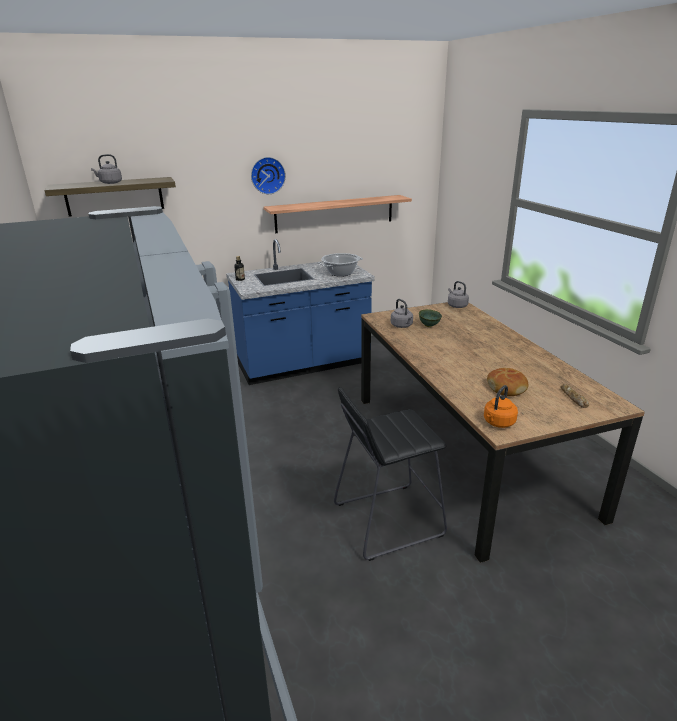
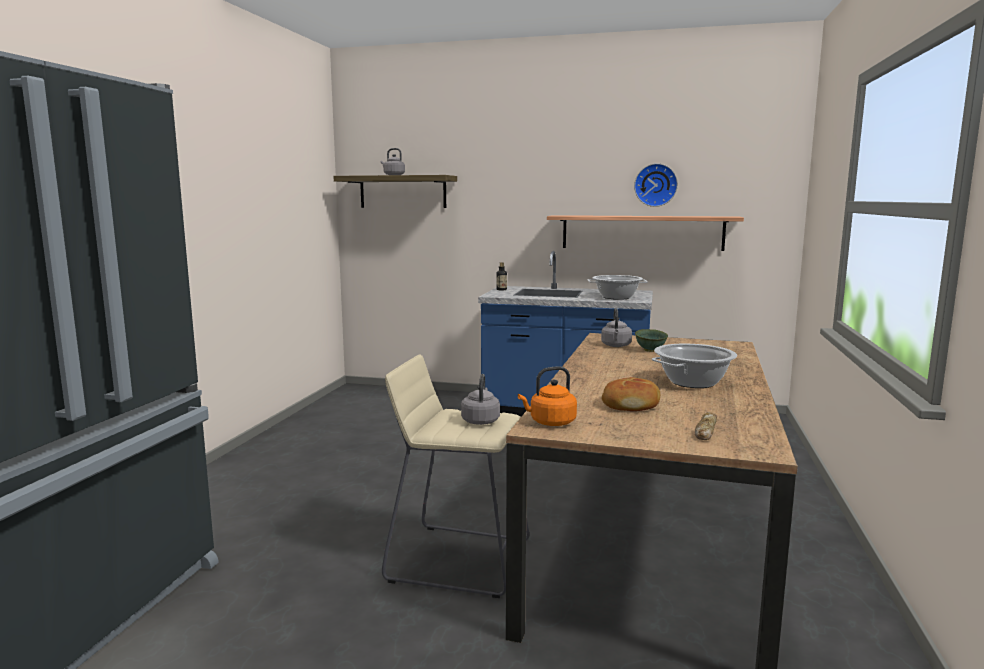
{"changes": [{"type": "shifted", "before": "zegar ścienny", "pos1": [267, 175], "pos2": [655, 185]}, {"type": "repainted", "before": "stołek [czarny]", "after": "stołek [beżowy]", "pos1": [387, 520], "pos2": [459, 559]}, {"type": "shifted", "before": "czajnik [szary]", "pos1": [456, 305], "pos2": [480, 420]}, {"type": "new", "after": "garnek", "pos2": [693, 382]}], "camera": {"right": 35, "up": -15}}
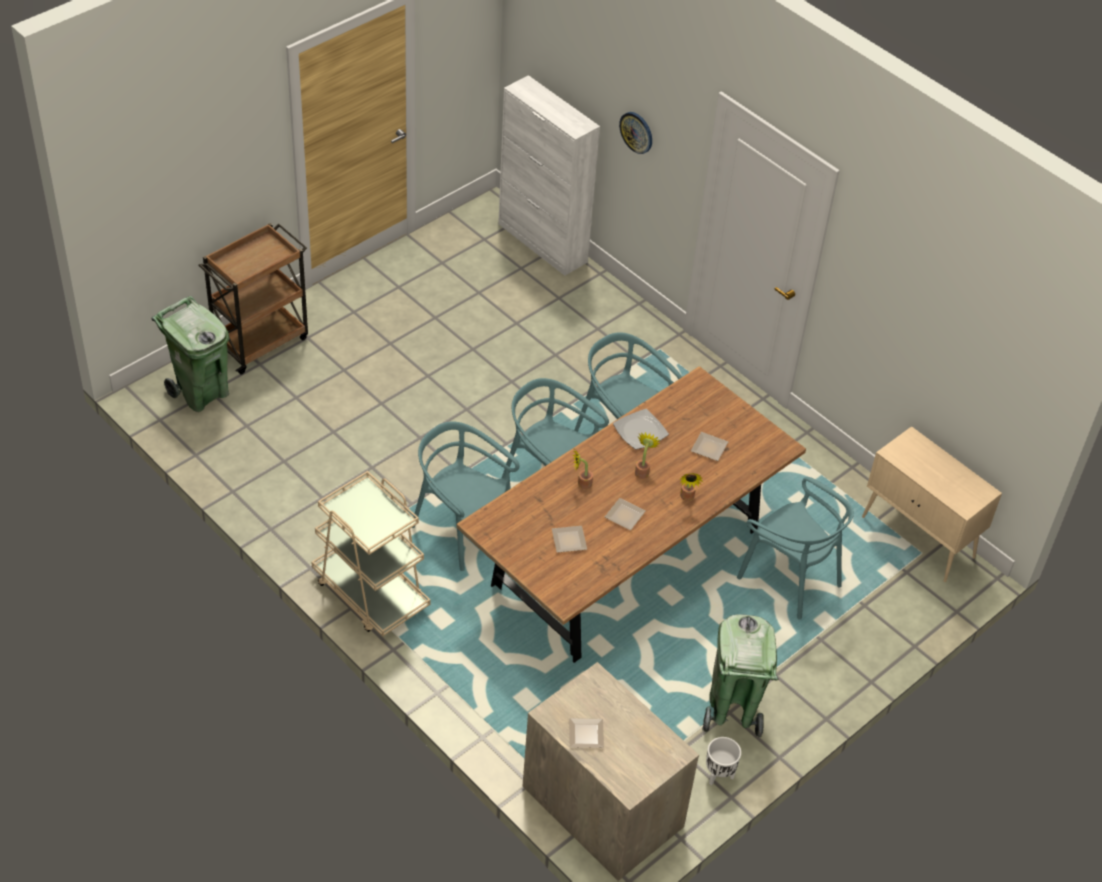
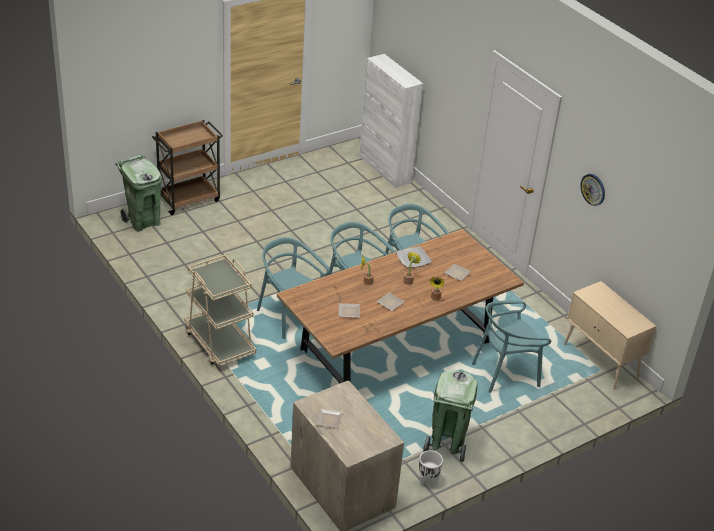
{"changes": [{"type": "shifted", "before": "zegar ścienny", "pos1": [636, 132], "pos2": [593, 189]}, {"type": "rotated", "before": "krzesło [turkusowy]", "pos1": [790, 579], "pos2": [505, 373], "turn": 105}], "camera": {"right": 10, "up": -10}}
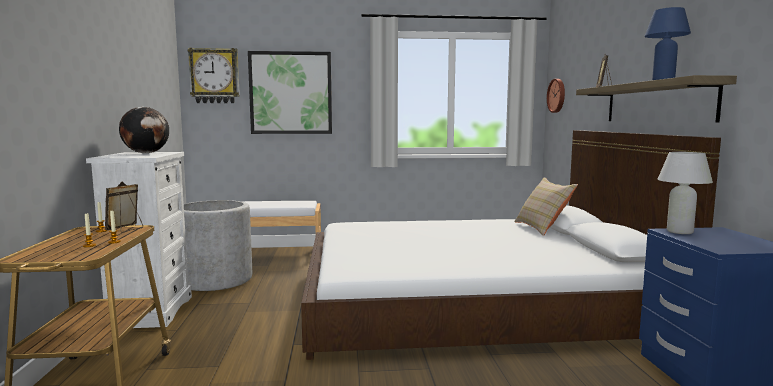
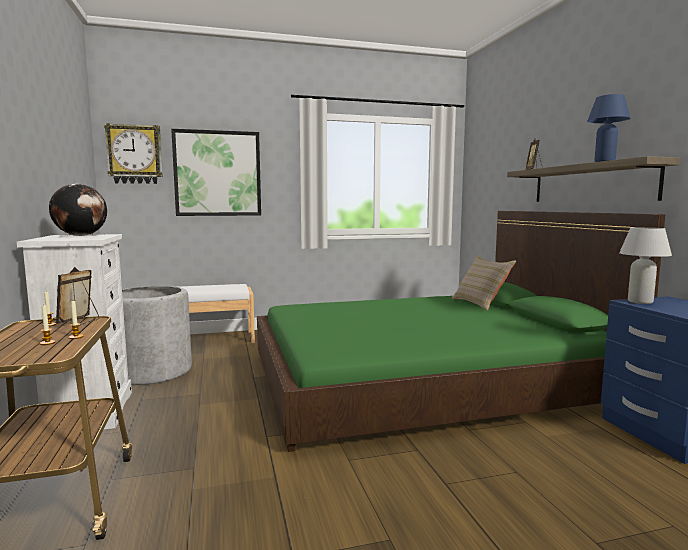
{"changes": [{"type": "repainted", "before": "łóżko [biały]", "after": "łóżko [zielony]", "pos1": [472, 300], "pos2": [425, 377]}, {"type": "gone", "before": "zegar ścienny", "pos1": [557, 95]}], "camera": {"right": -10, "up": 0}}
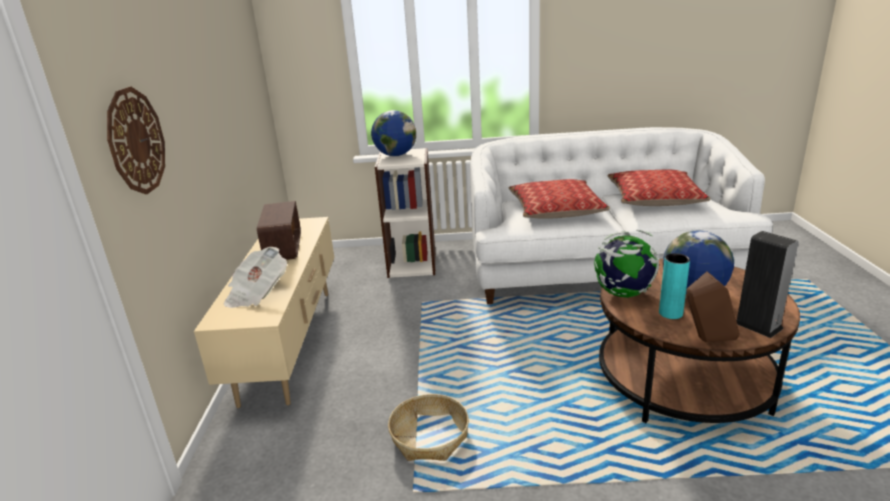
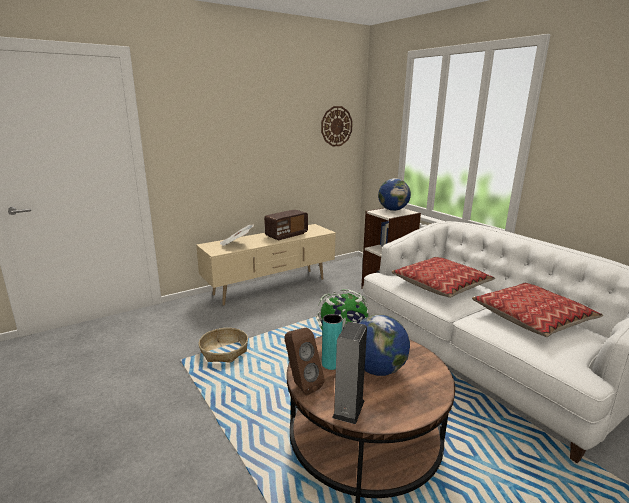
{"changes": [{"type": "shifted", "before": "zegar ścienny", "pos1": [136, 141], "pos2": [336, 126]}], "camera": {"right": 55, "up": -5}}
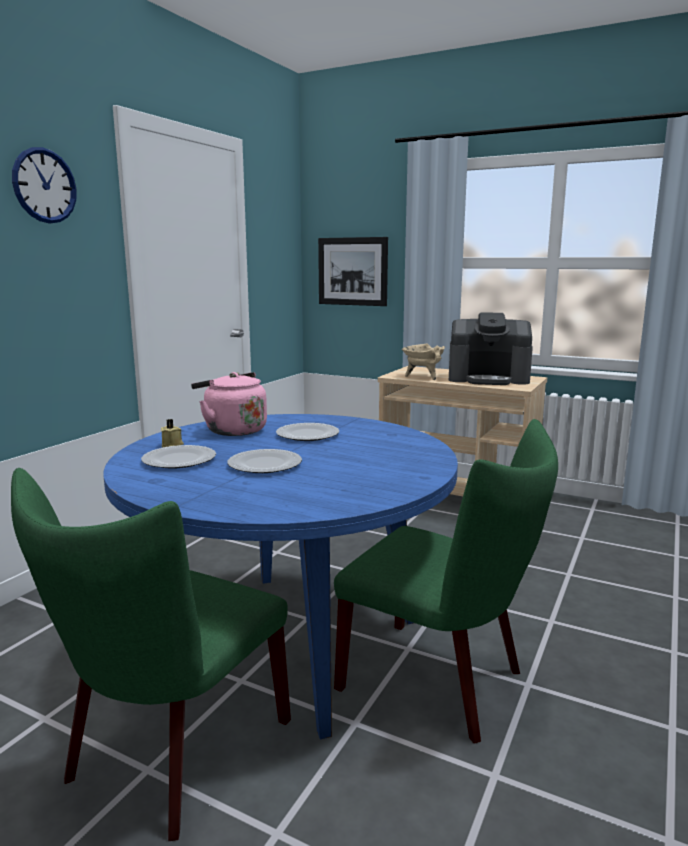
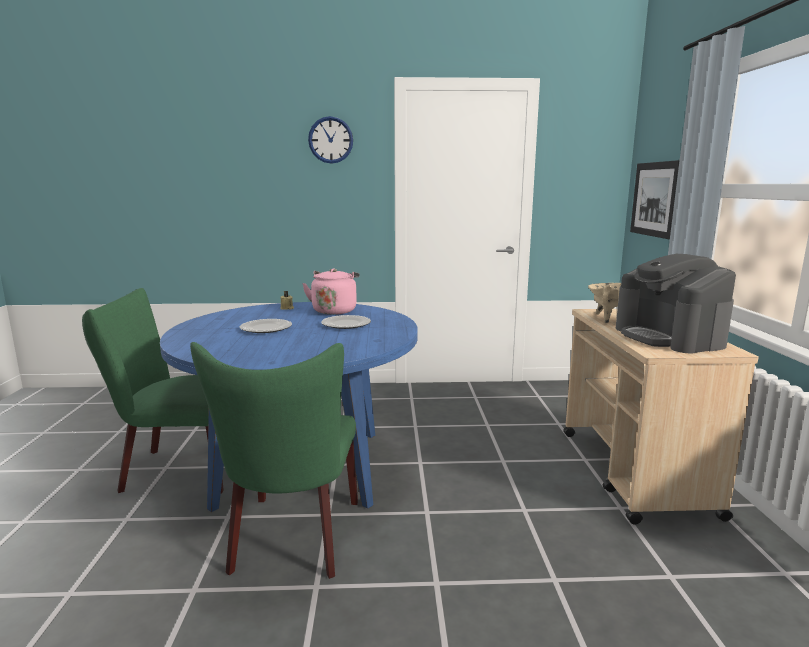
{"changes": [{"type": "gone", "before": "talerz", "pos1": [180, 460]}], "camera": {"right": 60, "up": 0}}
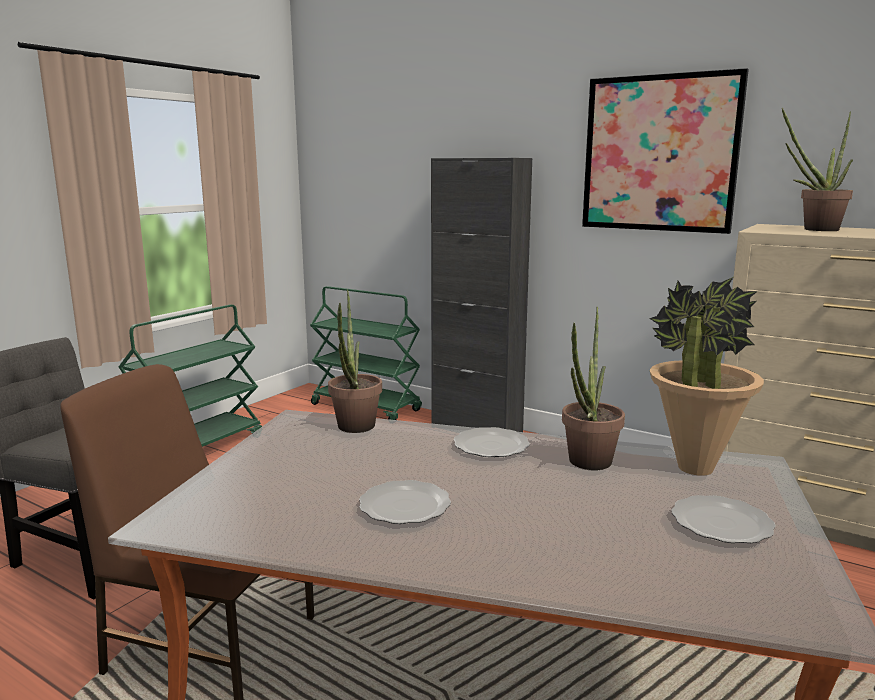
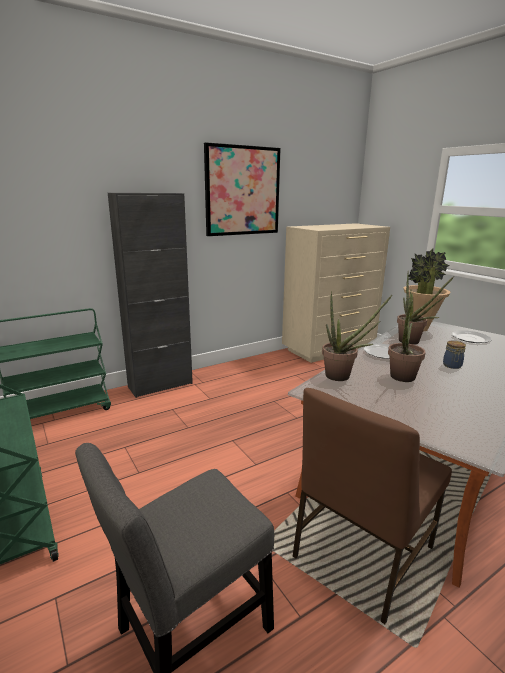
{"changes": [{"type": "gone", "before": "talerz", "pos1": [406, 506]}, {"type": "shifted", "before": "roślina doniczkowa", "pos1": [813, 229], "pos2": [401, 379]}, {"type": "new", "after": "słoik", "pos2": [452, 366]}], "camera": {"right": -65, "up": 5}}
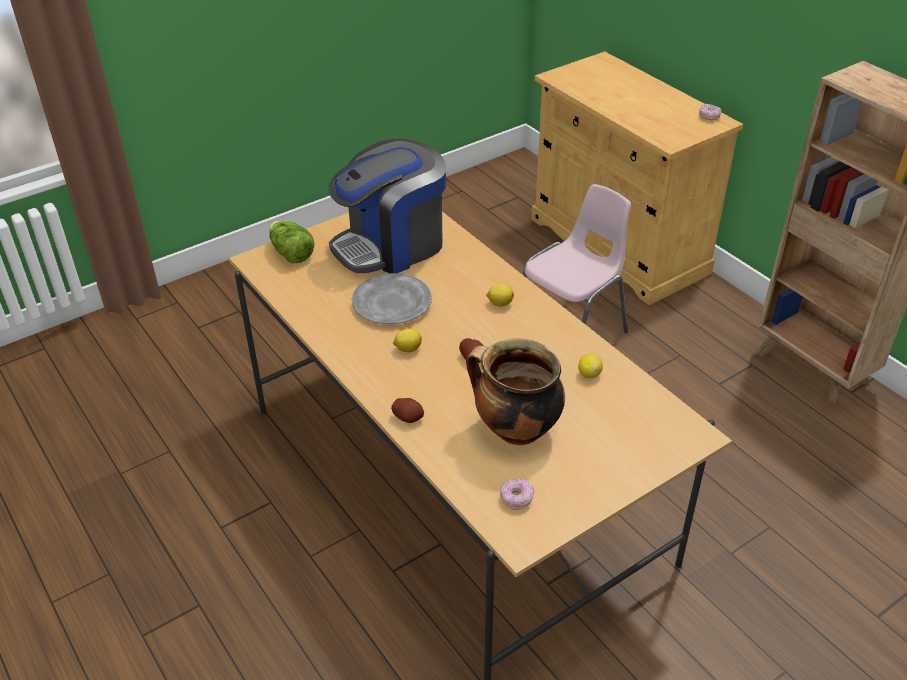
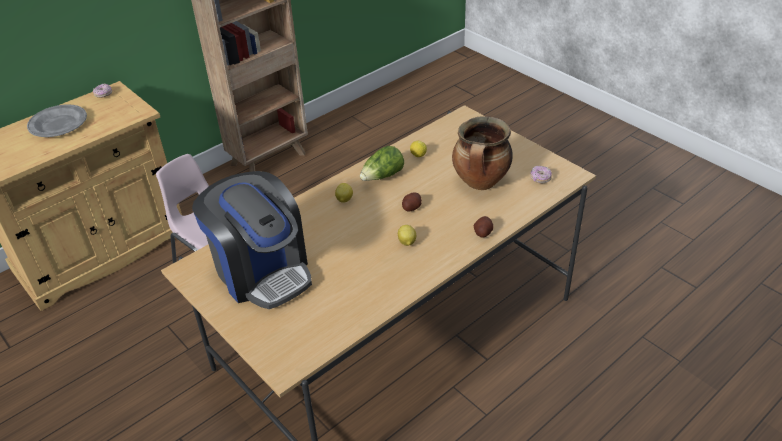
{"changes": [{"type": "shifted", "before": "sałata", "pos1": [291, 253], "pos2": [382, 176]}, {"type": "shifted", "before": "talerz [szary]", "pos1": [392, 303], "pos2": [59, 124]}], "camera": {"right": -95, "up": 0}}
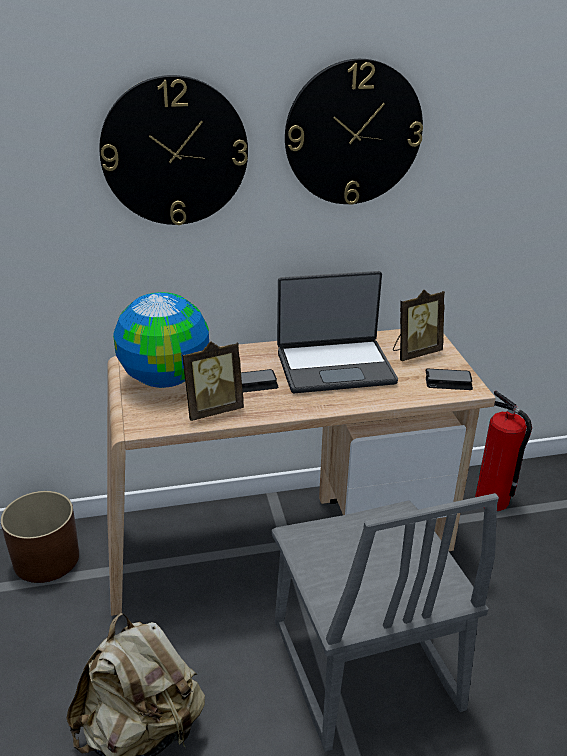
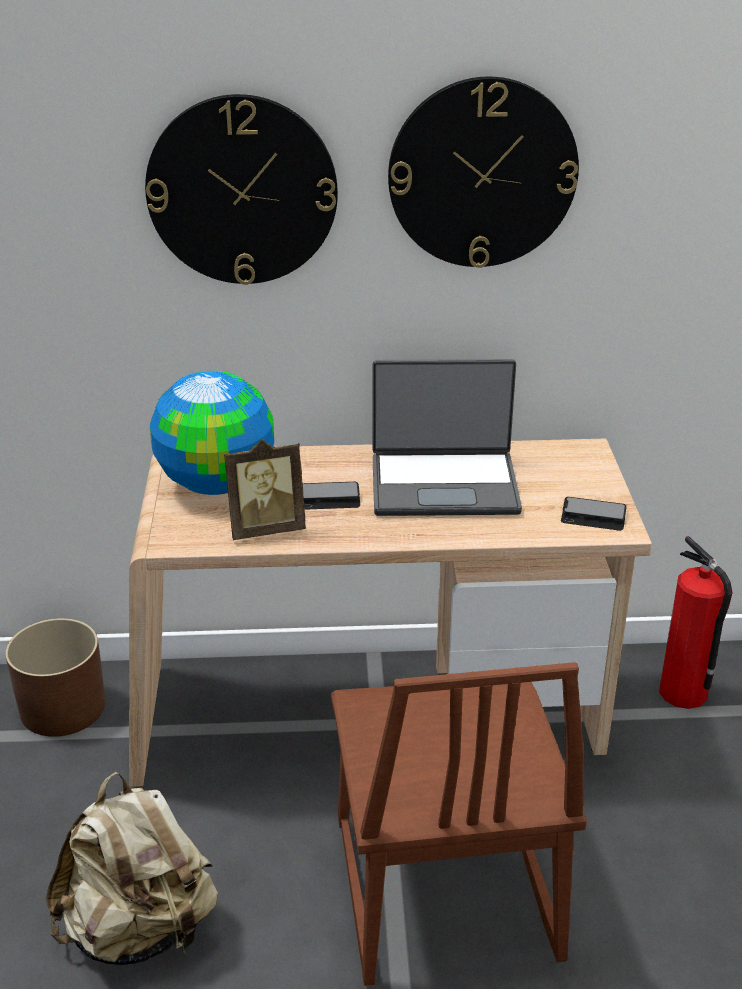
{"changes": [{"type": "repainted", "before": "krzesło [szary]", "after": "krzesło [brązowy]", "pos1": [362, 666], "pos2": [442, 889]}, {"type": "gone", "before": "ramka na zdjęcie", "pos1": [415, 352]}], "camera": {"right": 10, "up": 0}}
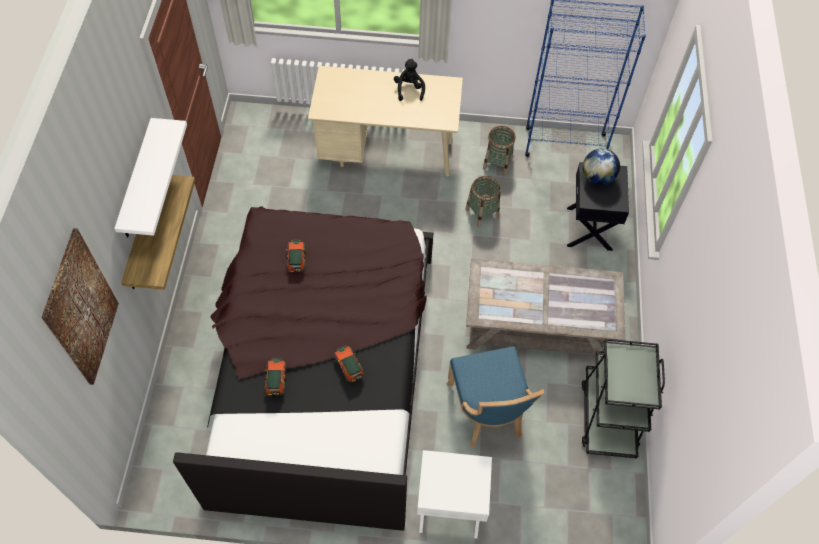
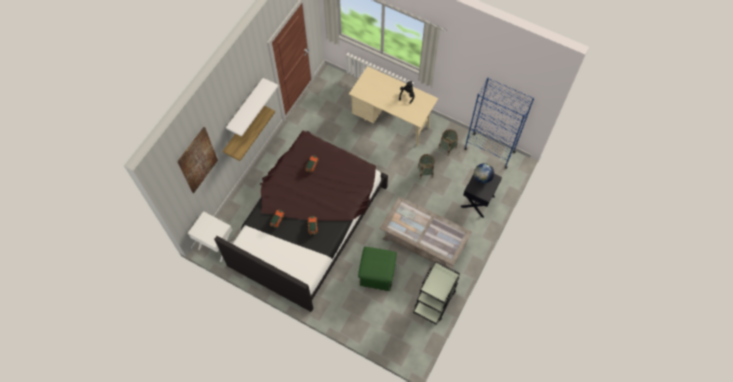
{"changes": [{"type": "shifted", "before": "szafka nocna [biały]", "pos1": [450, 509], "pos2": [216, 245]}, {"type": "swapped", "before": "krzesło [niebieski]", "after": "pufa [zielony]", "pos1": [487, 412], "pos2": [376, 274]}], "camera": {"right": 25, "up": 5}}
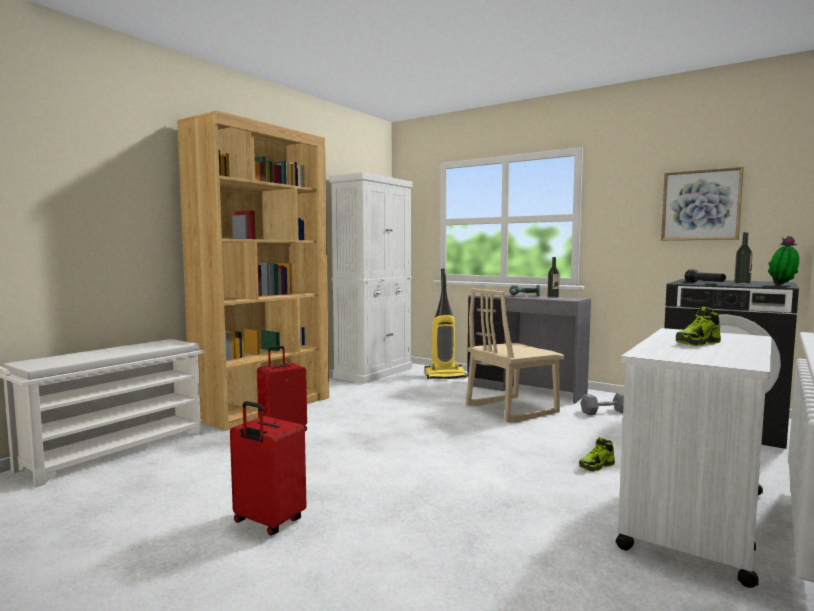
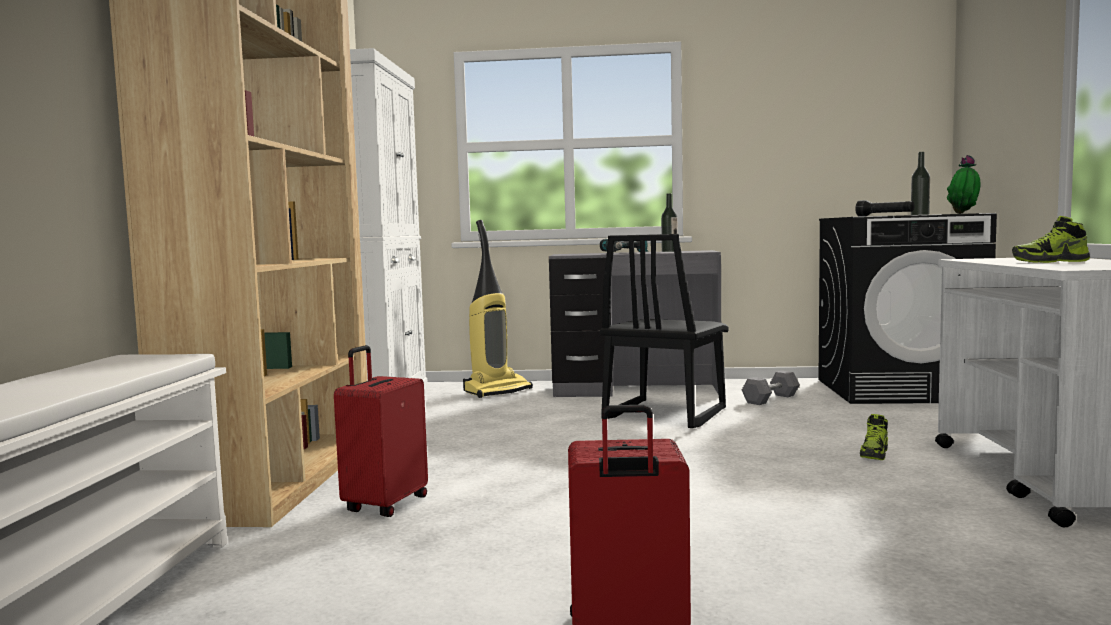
{"changes": [{"type": "repainted", "before": "krzesło [beżowy]", "after": "krzesło [czarny]", "pos1": [511, 409], "pos2": [663, 415]}, {"type": "gone", "before": "obraz", "pos1": [700, 205]}, {"type": "rotated", "before": "but", "pos1": [698, 343], "pos2": [1050, 261], "turn": 60}], "camera": {"right": -30, "up": 0}}
